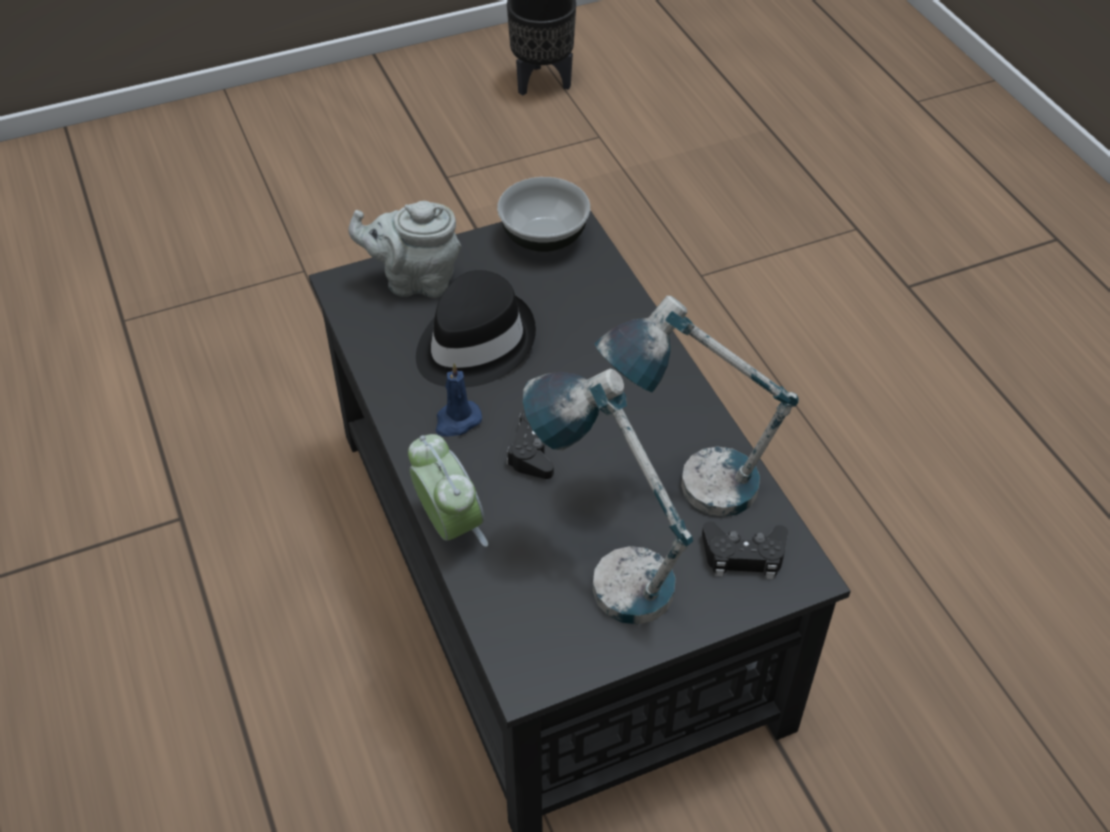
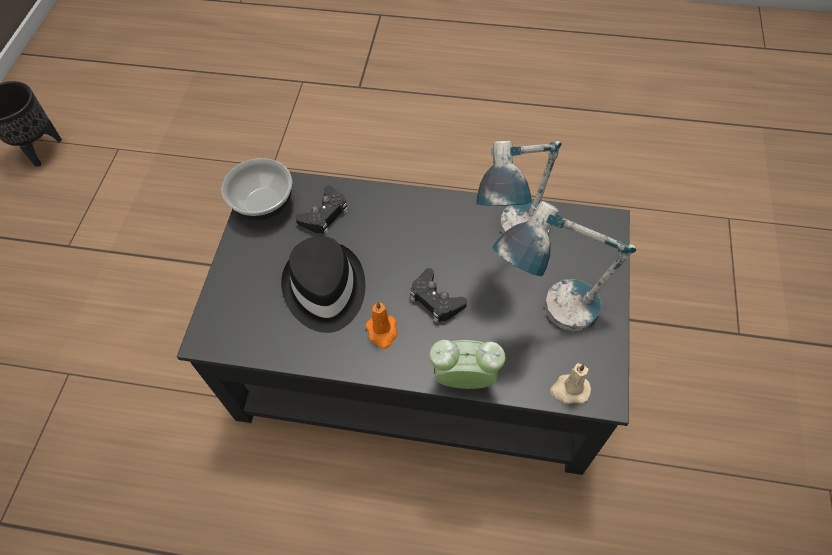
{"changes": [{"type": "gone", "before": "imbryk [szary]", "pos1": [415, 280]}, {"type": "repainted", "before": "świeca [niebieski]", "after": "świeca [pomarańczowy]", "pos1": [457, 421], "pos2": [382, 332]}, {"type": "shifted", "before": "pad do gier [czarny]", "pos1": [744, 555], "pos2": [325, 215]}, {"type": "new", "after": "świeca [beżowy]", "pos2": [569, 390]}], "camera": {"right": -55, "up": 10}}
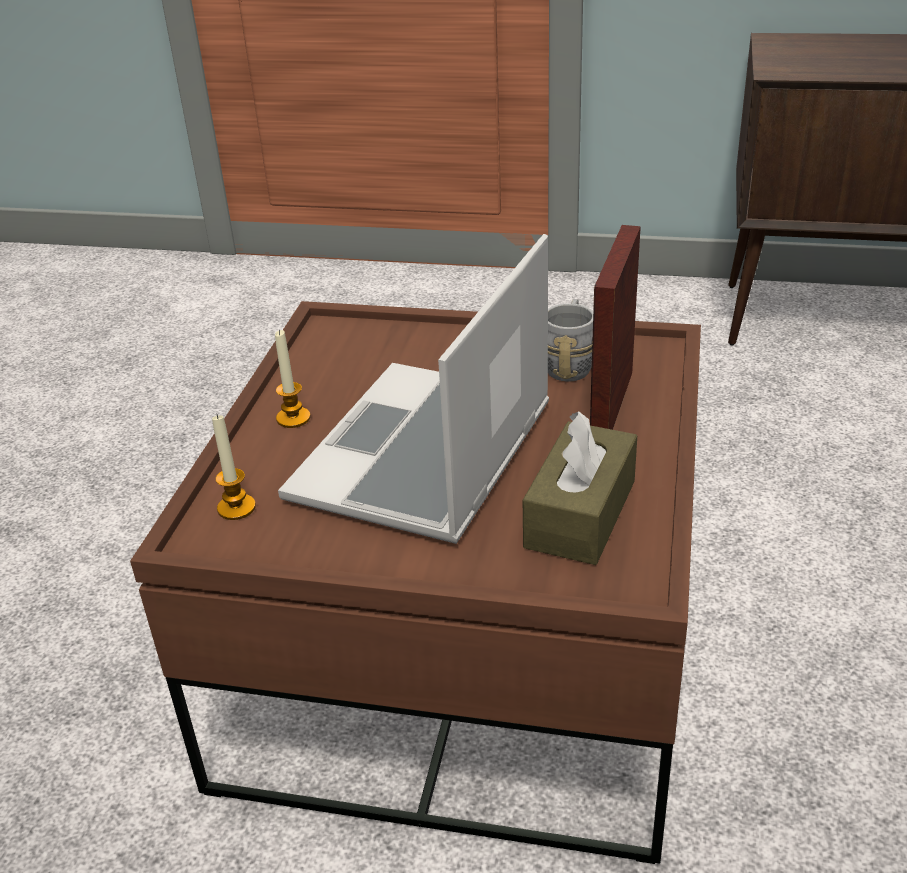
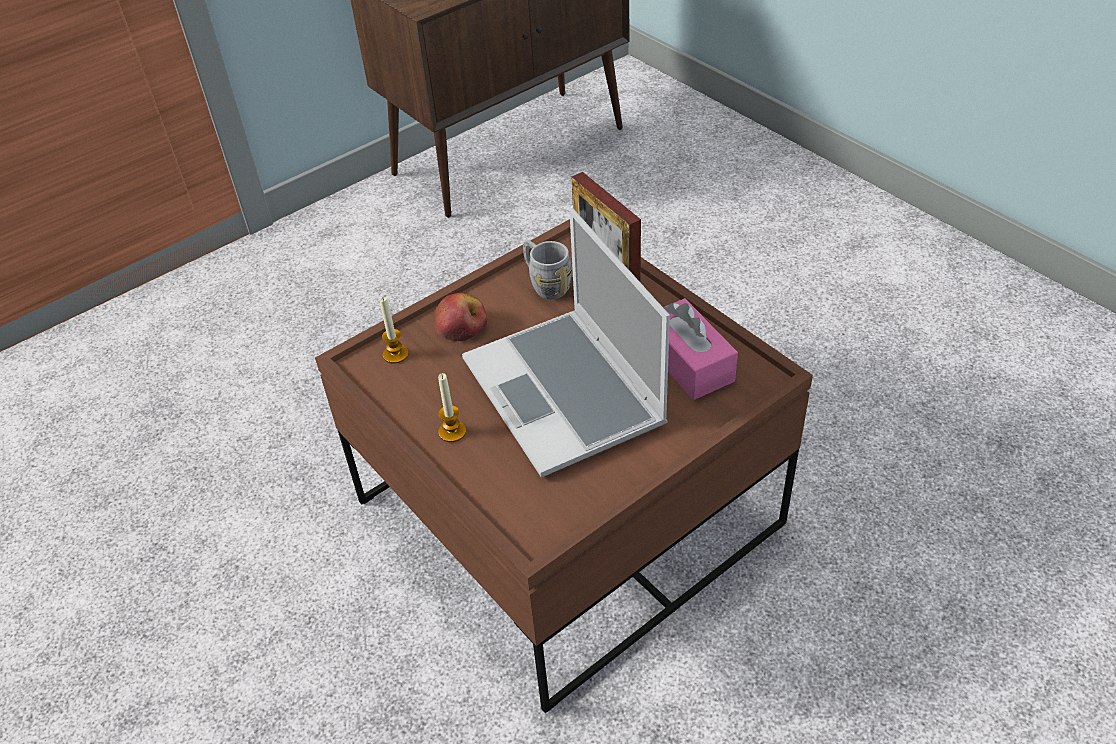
{"changes": [{"type": "shifted", "before": "świeca", "pos1": [236, 508], "pos2": [395, 354]}, {"type": "repainted", "before": "pudełko chusteczek [brązowy]", "after": "pudełko chusteczek [różowy]", "pos1": [580, 514], "pos2": [688, 362]}, {"type": "new", "after": "jabłko", "pos2": [461, 326]}], "camera": {"right": -50, "up": 10}}
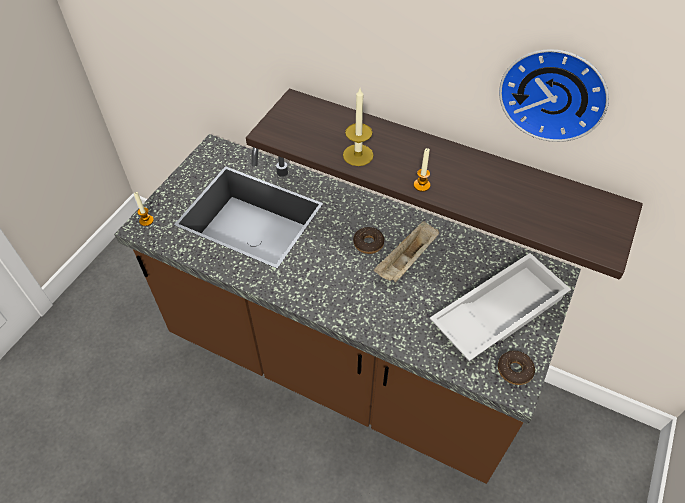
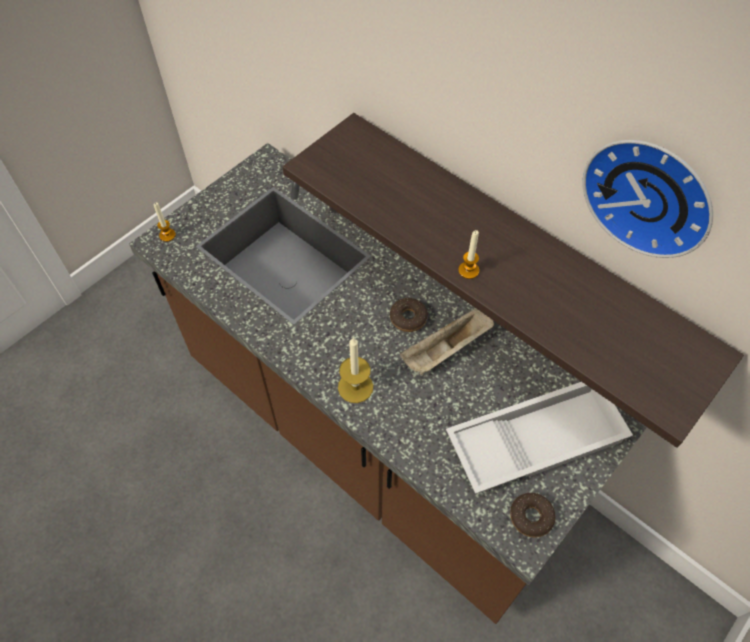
{"changes": [{"type": "shifted", "before": "świeca", "pos1": [358, 155], "pos2": [355, 387]}], "camera": {"right": 15, "up": 5}}
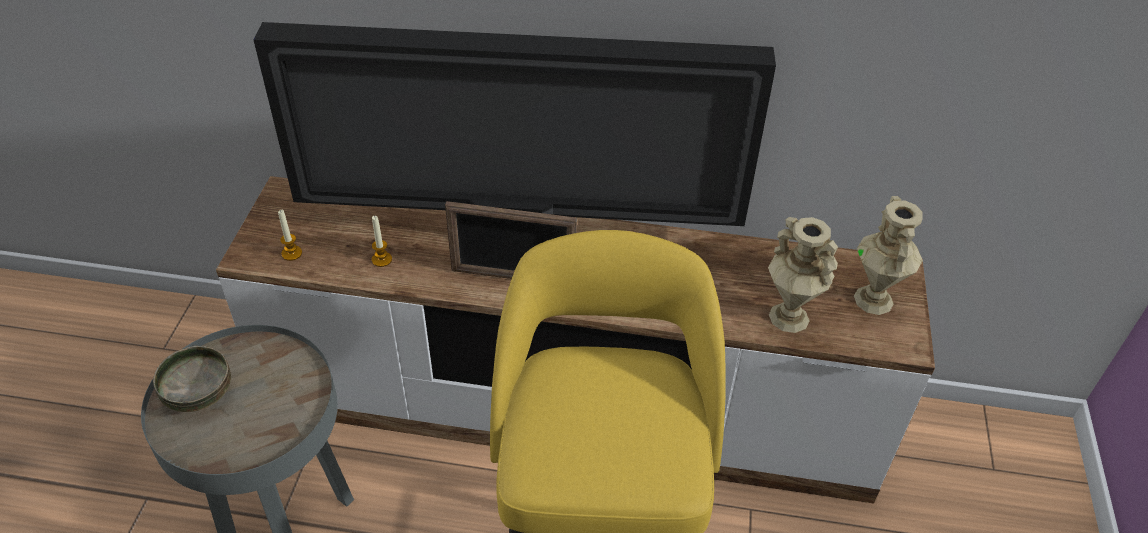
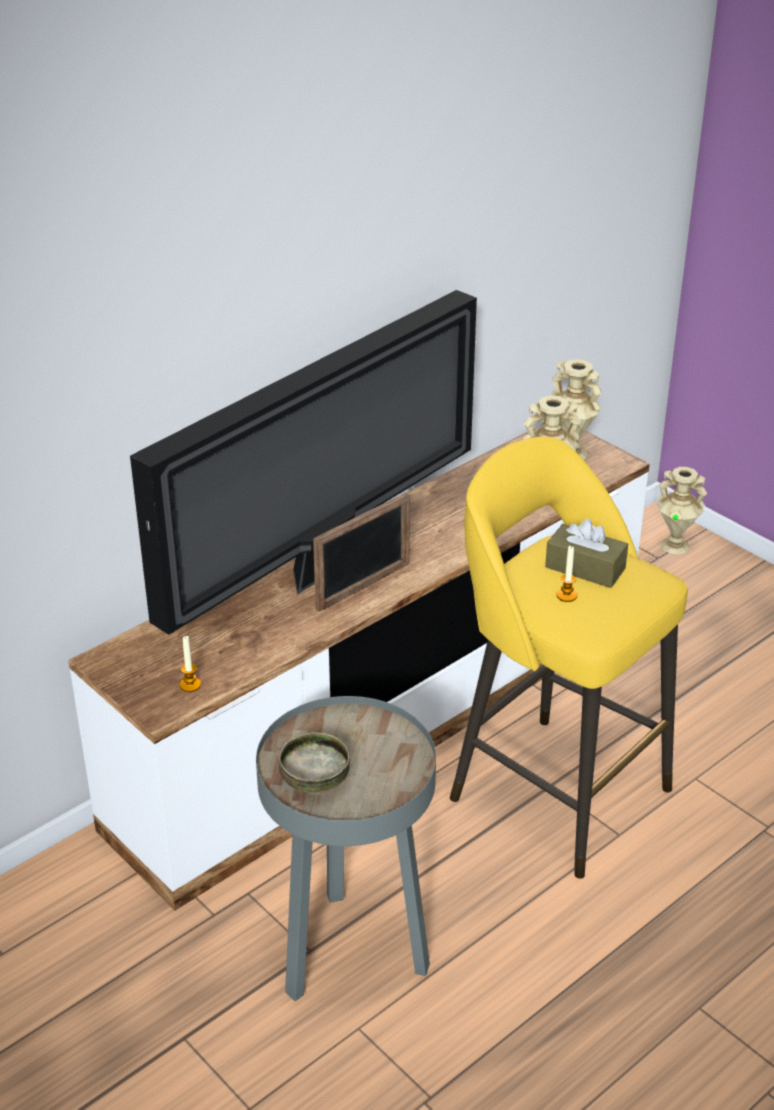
{"changes": [{"type": "shifted", "before": "świeca", "pos1": [382, 259], "pos2": [566, 595]}, {"type": "new", "after": "pudełko chusteczek [brązowy]", "pos2": [585, 568]}, {"type": "new", "after": "wazon [beżowy]", "pos2": [675, 545]}], "camera": {"right": -50, "up": -10}}
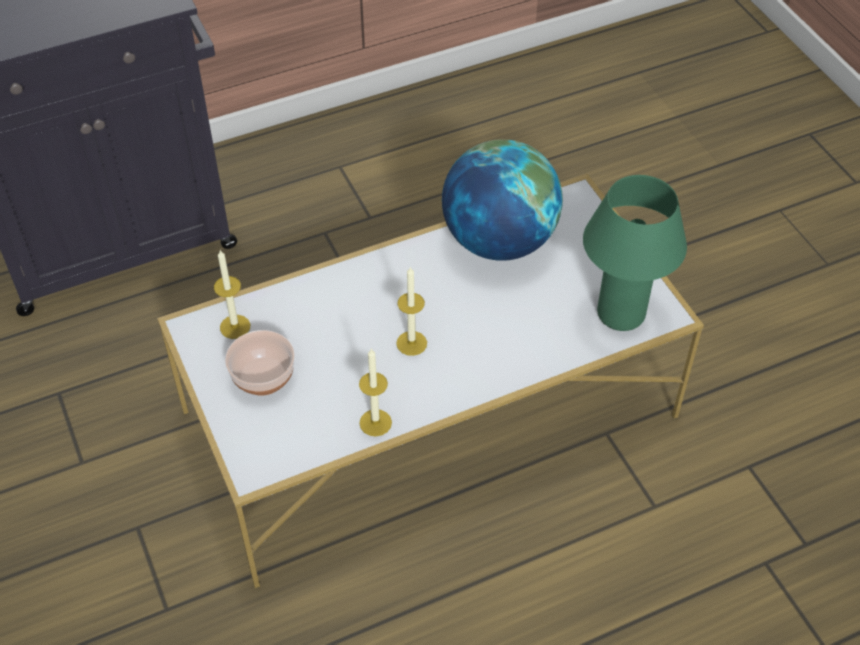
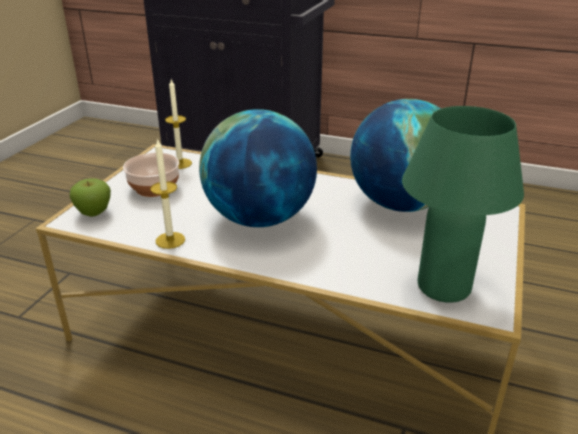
{"changes": [{"type": "swapped", "before": "świeca", "after": "globus", "pos1": [411, 343], "pos2": [259, 219]}, {"type": "new", "after": "jabłko", "pos2": [94, 213]}], "camera": {"right": 45, "up": -20}}
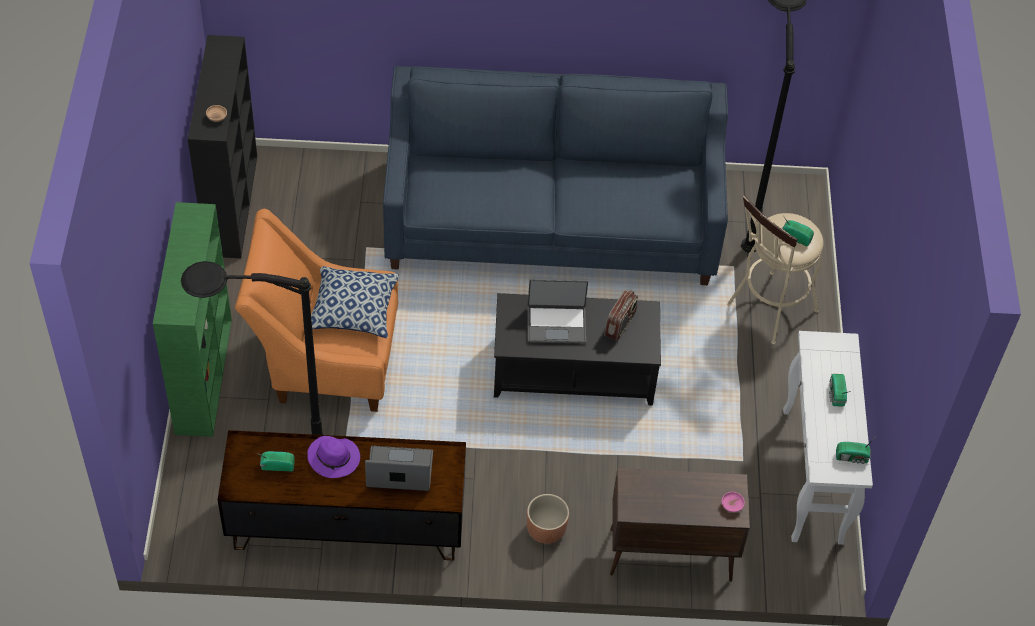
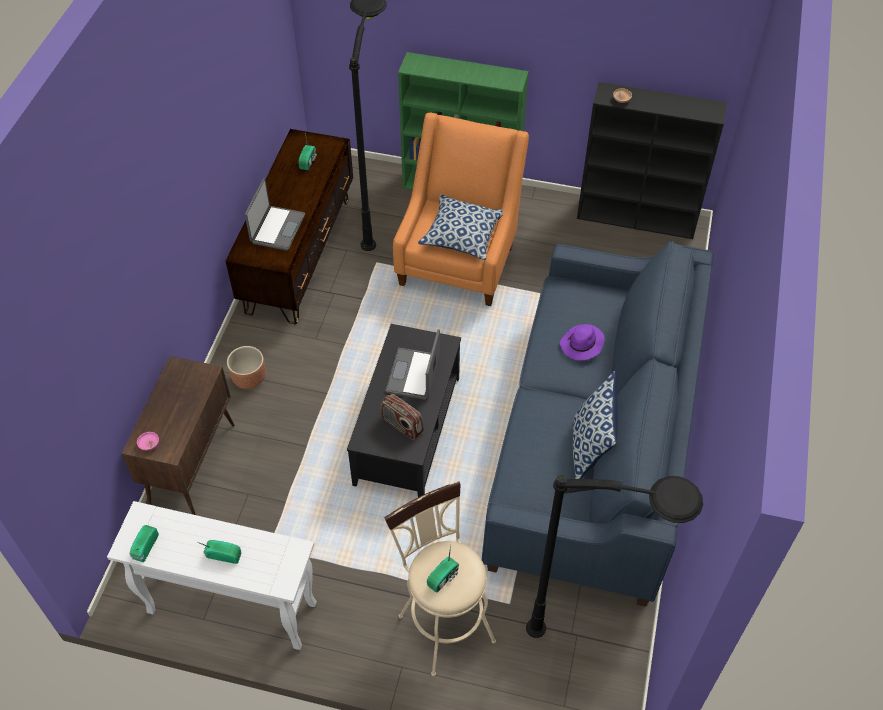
{"changes": [{"type": "shifted", "before": "kapelusz [fioletowy]", "pos1": [334, 458], "pos2": [581, 345]}, {"type": "new", "after": "poduszka", "pos2": [590, 448]}], "camera": {"right": 105, "up": 0}}
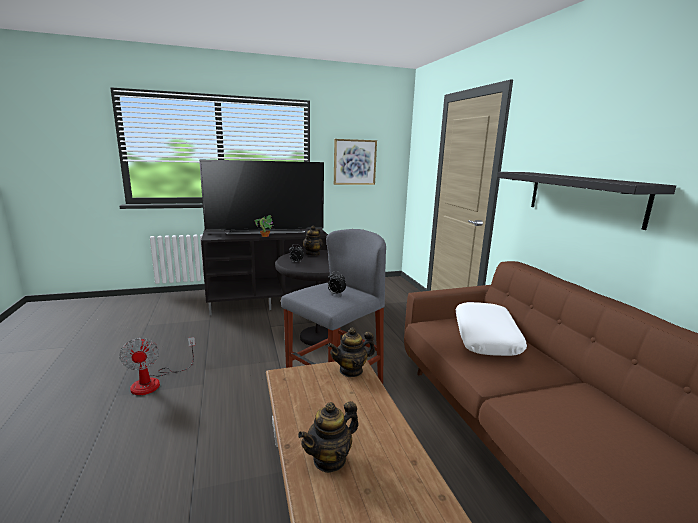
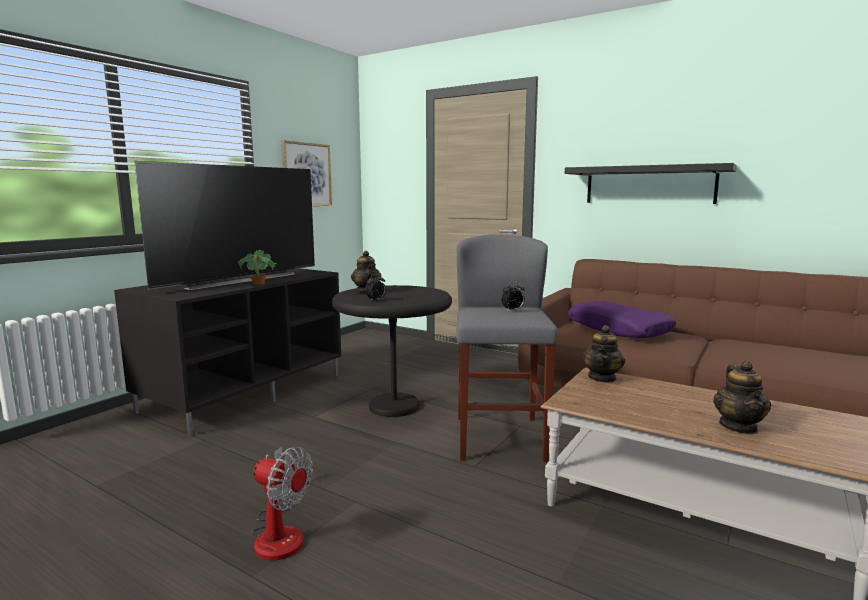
{"changes": [{"type": "repainted", "before": "poduszka [biały]", "after": "poduszka [fioletowy]", "pos1": [486, 337], "pos2": [619, 330]}], "camera": {"right": -40, "up": -5}}
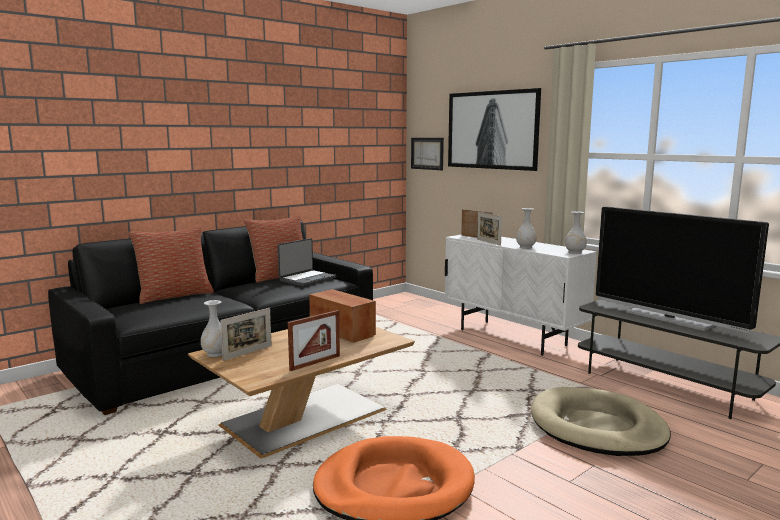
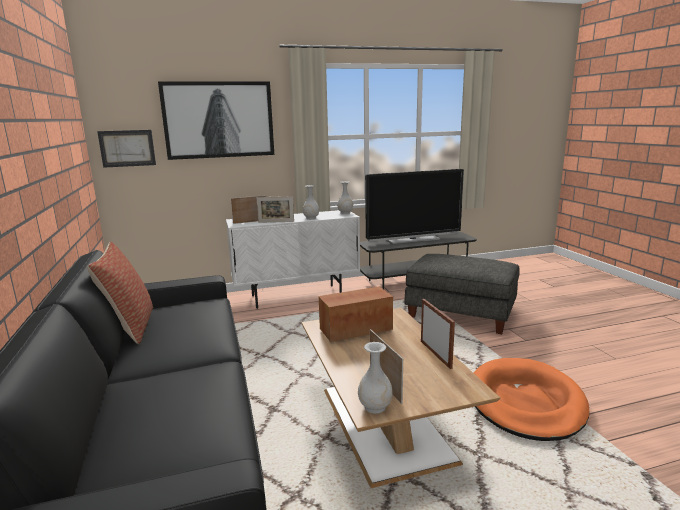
{"changes": [{"type": "gone", "before": "poduszka", "pos1": [174, 296]}, {"type": "gone", "before": "laptop", "pos1": [307, 279]}, {"type": "swapped", "before": "legowisko [beżowy]", "after": "pufa [szary]", "pos1": [597, 427], "pos2": [461, 314]}], "camera": {"right": -65, "up": 5}}
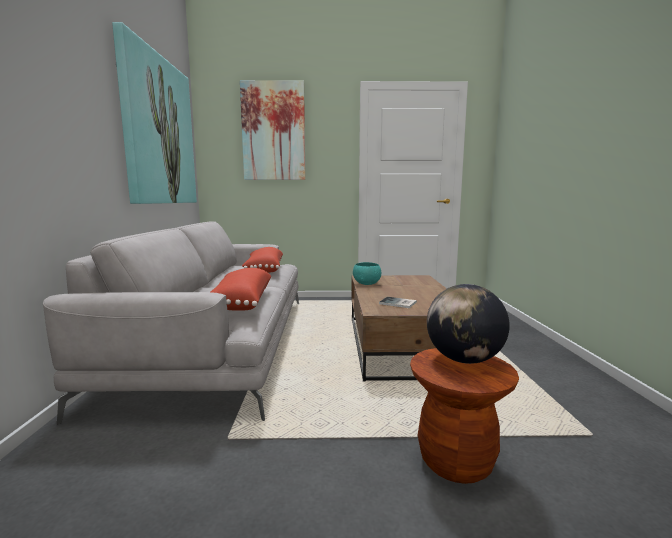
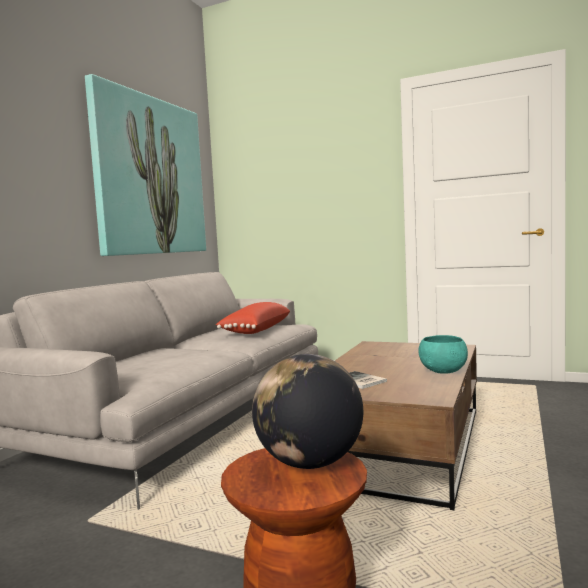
{"changes": [{"type": "gone", "before": "poduszka [czerwony]", "pos1": [240, 302]}, {"type": "gone", "before": "obraz", "pos1": [273, 131]}, {"type": "shifted", "before": "miska [turkusowy]", "pos1": [366, 283], "pos2": [443, 371]}], "camera": {"right": 25, "up": -5}}
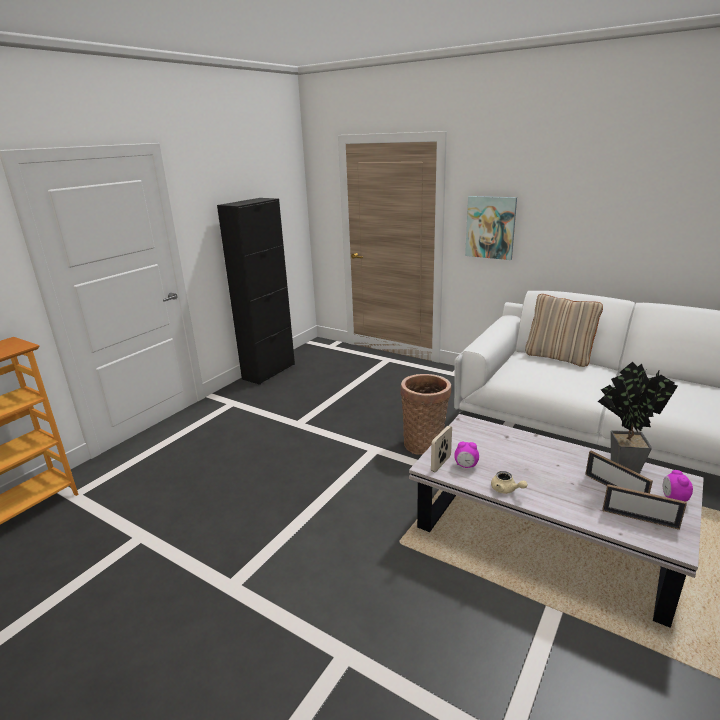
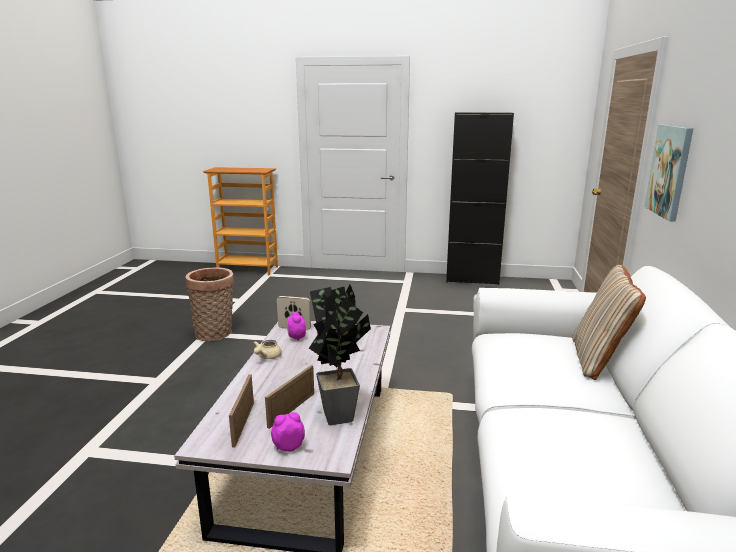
{"changes": [{"type": "shifted", "before": "koszyk", "pos1": [424, 443], "pos2": [215, 334]}], "camera": {"right": 65, "up": -5}}
